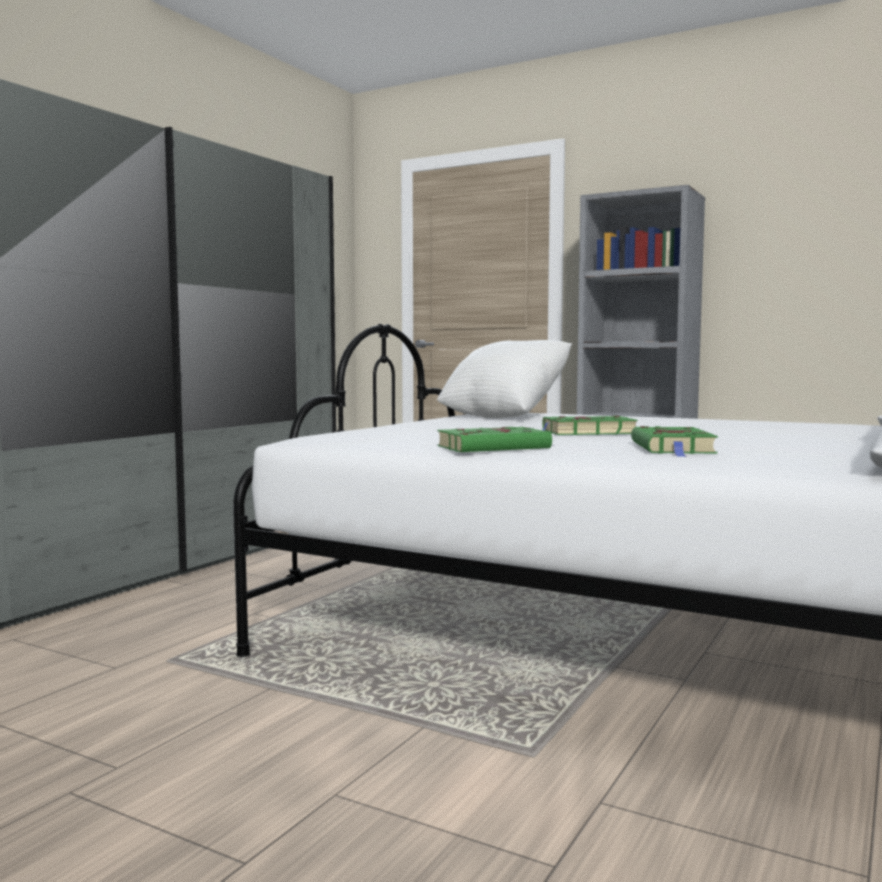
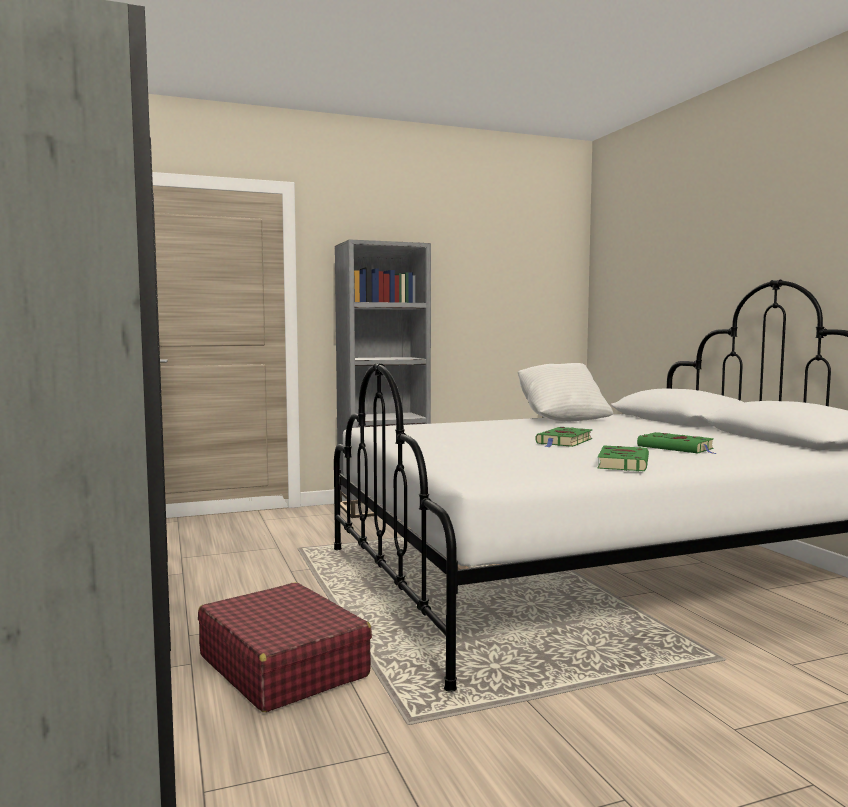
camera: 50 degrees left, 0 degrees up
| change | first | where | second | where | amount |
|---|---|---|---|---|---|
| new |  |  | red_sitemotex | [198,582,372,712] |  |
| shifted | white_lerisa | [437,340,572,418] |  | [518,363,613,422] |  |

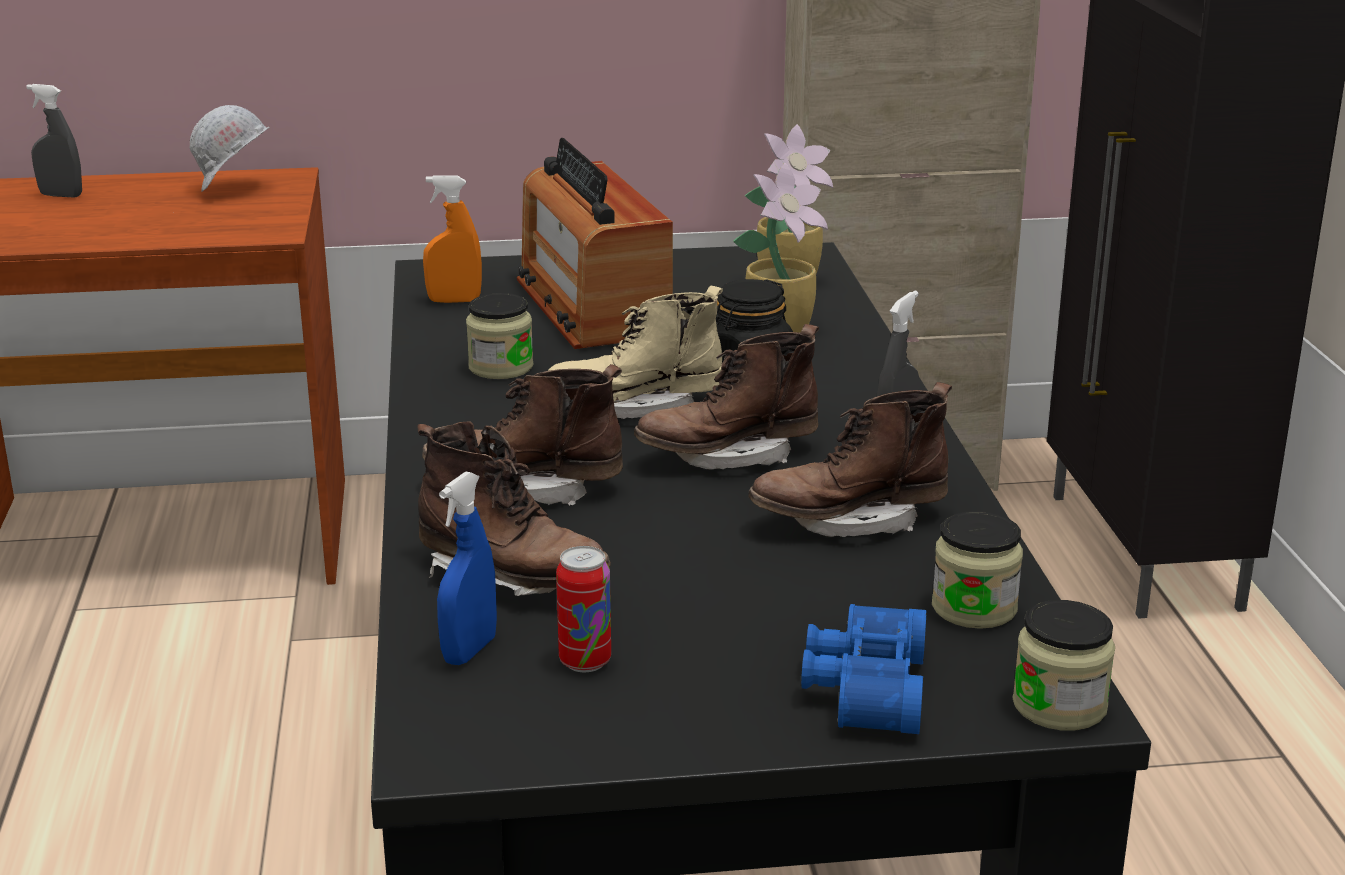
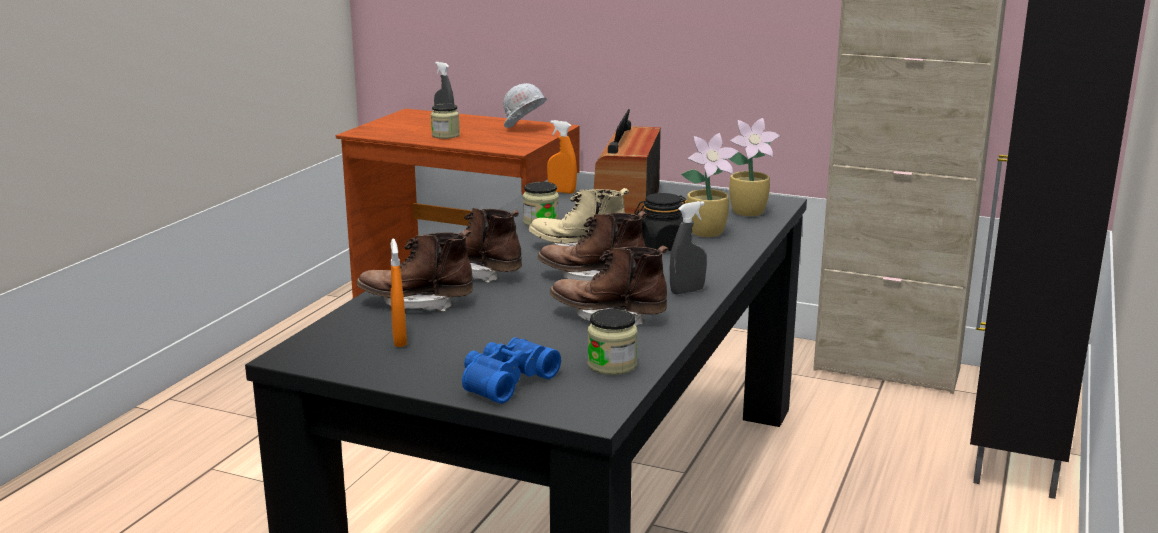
camera: 30 degrees right, 5 degrees down
| change | first | where | second | where | amount |
|---|---|---|---|---|---|
| gone | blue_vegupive | [437,471,497,665] |  |  |  |
| shifted | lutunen | [1012,600,1115,731] |  | [431,103,460,139] |  |
| swapped | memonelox | [556,546,611,672] | orange_vegupive | [391,239,407,347] |  |
| rotated | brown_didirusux | [417,422,611,596] |  | [357,229,473,311] | 120 degrees clockwise |

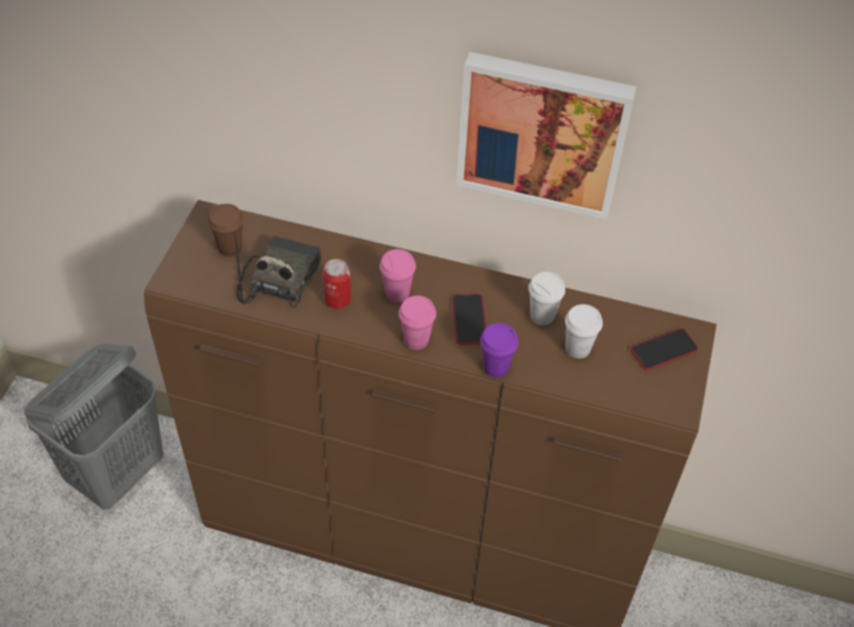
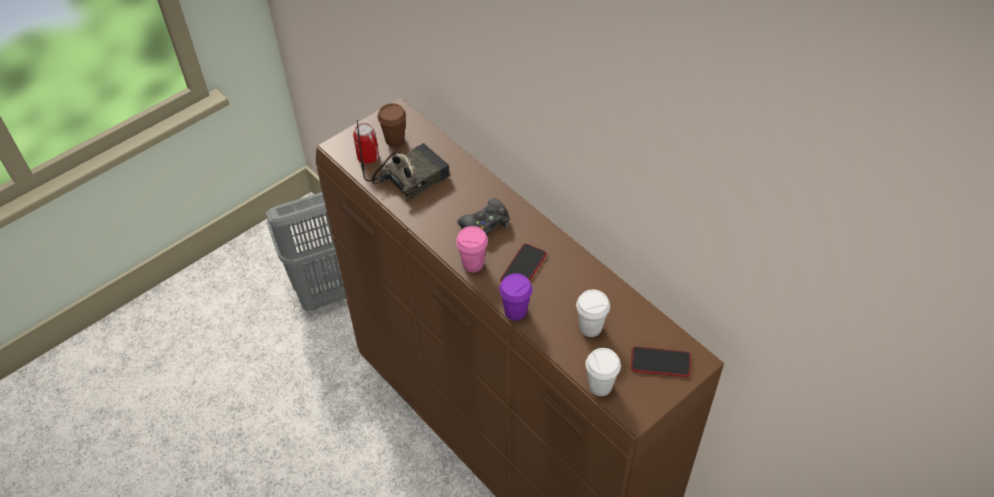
camera: 35 degrees right, 0 degrees up
| change | first | where | second | where | amount |
|---|---|---|---|---|---|
| gone | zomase | [456,52,637,219] |  |  |  |
| shifted | memonelox | [322,259,352,309] |  | [353,123,379,164] |  |
| shifted | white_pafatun | [529,272,565,325] |  | [586,348,621,396] |  |
| swapped | pink_pafatun | [380,249,416,303] | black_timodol | [457,198,509,238] |  |

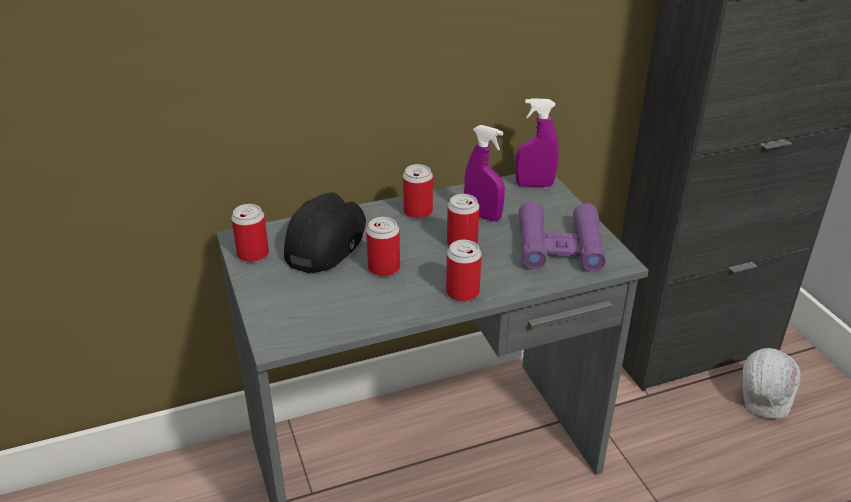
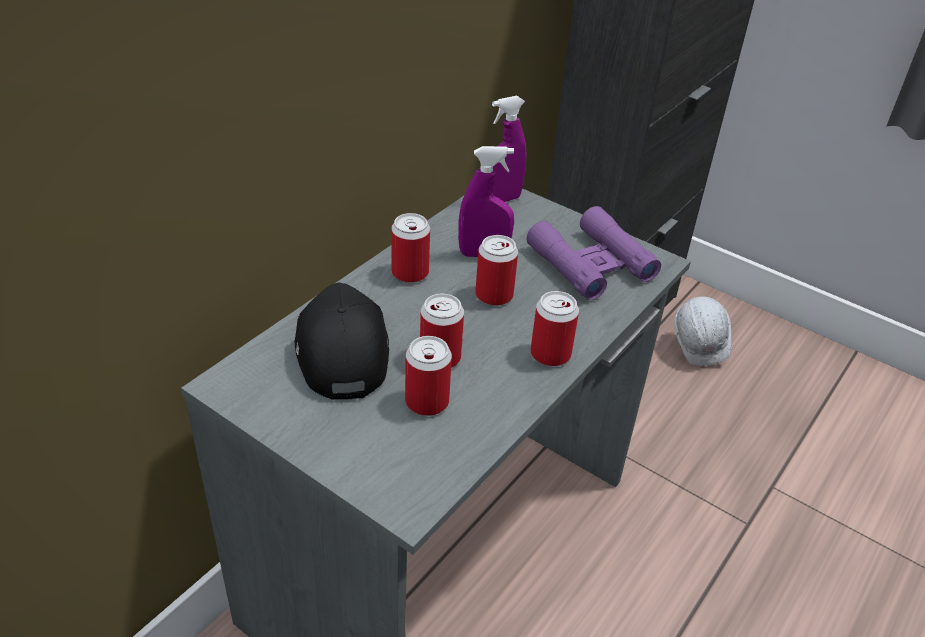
camera: 35 degrees left, 5 degrees up
| change | first | where | second | where | amount |
|---|---|---|---|---|---|
| shifted | memonelox | [231,204,269,262] |  | [405,336,452,416] |  |

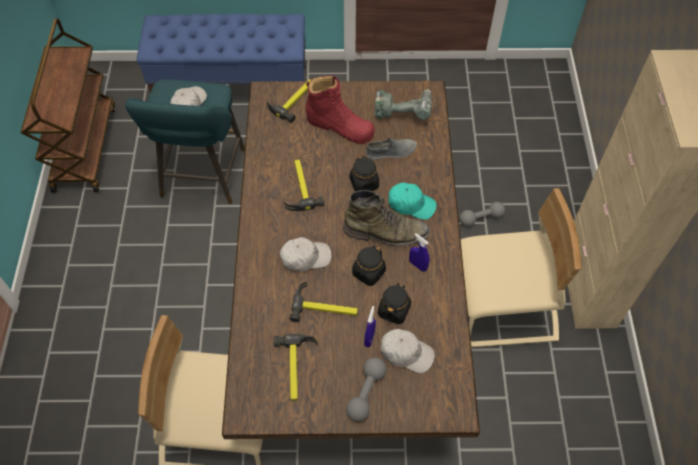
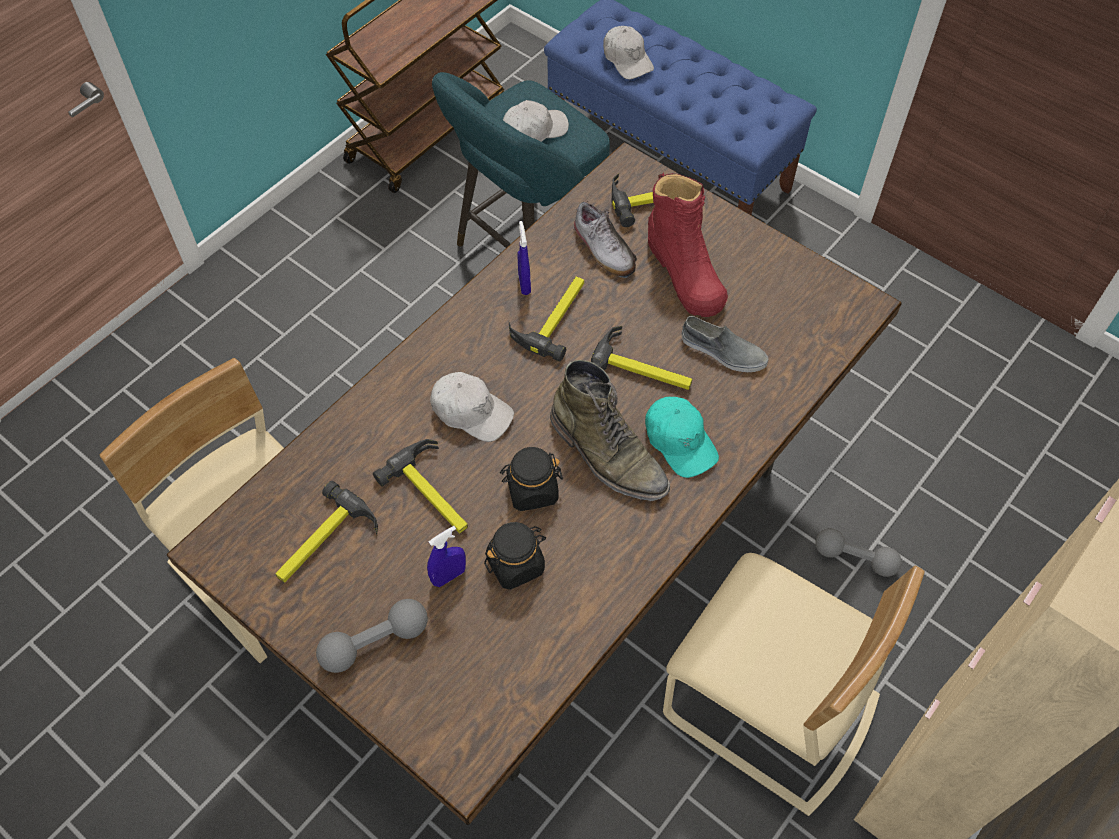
camera: 40 degrees right, 0 degrees up
| change | first | where | second | where | amount |
|---|---|---|---|---|---|
| gone | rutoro | [375,88,432,120] |  |  |  |
| new |  |  | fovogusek | [574,201,637,278] |  |
| shifted | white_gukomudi | [380,329,435,373] |  | [603,26,654,79] |  |
| shifted | blue_vegupive | [409,233,429,272] |  | [518,221,531,295] |  |
| swapped | black_lutunen | [350,156,379,192] | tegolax | [591,326,692,390] |  |

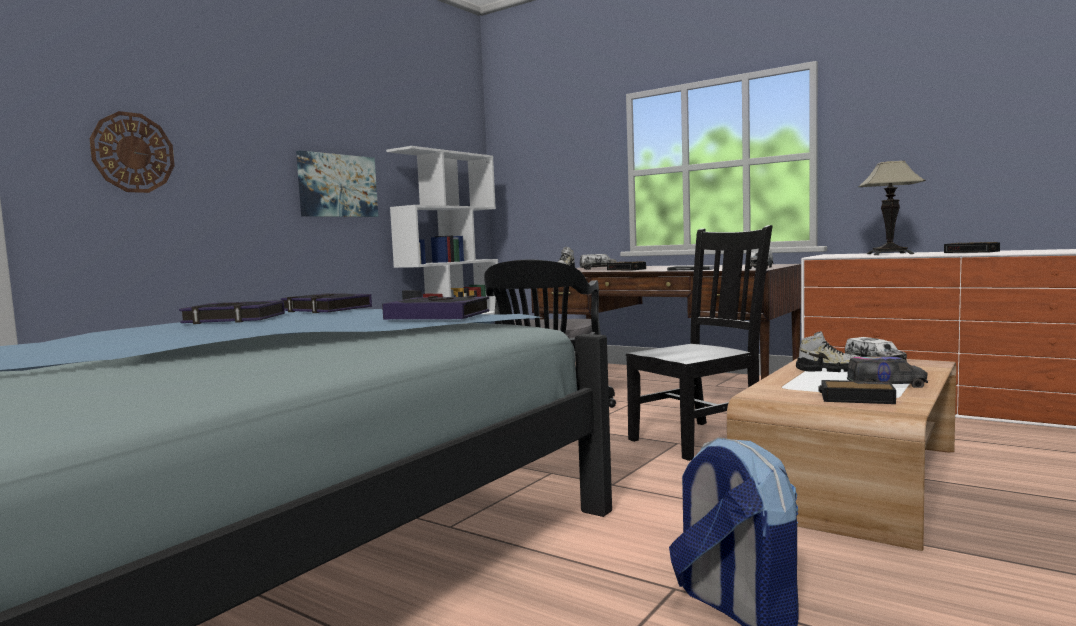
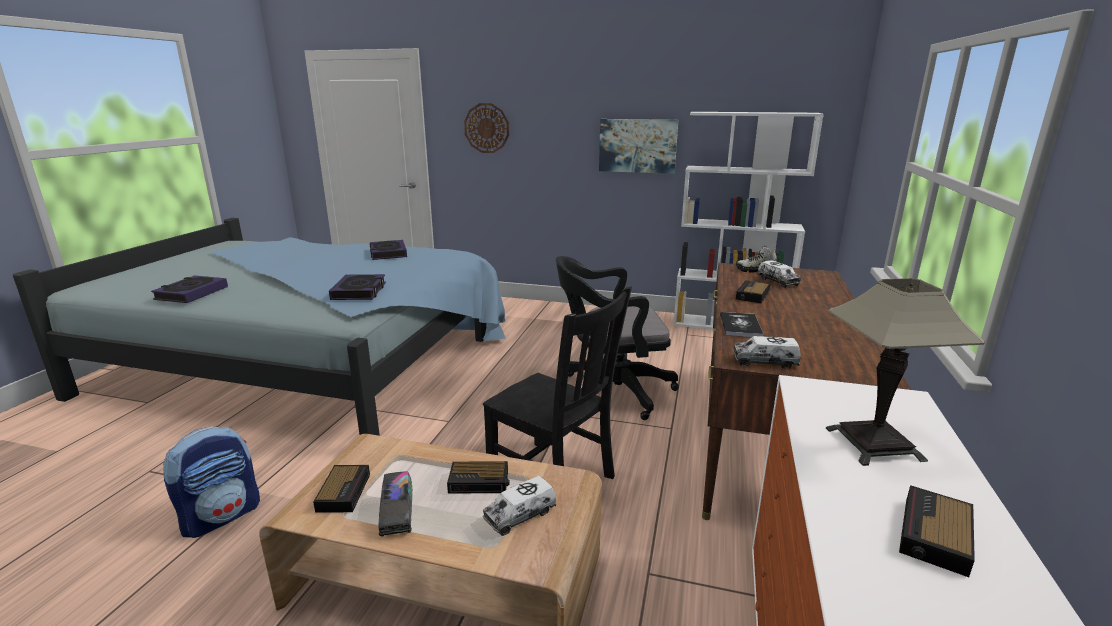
camera: 70 degrees right, 15 degrees up
| change | first | where | second | where | amount |
|---|---|---|---|---|---|
| shifted | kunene | [281,293,372,313] |  | [151,275,228,303] |  |
| swapped | fovogusek | [796,331,862,372] | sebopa | [447,461,509,494] |  |

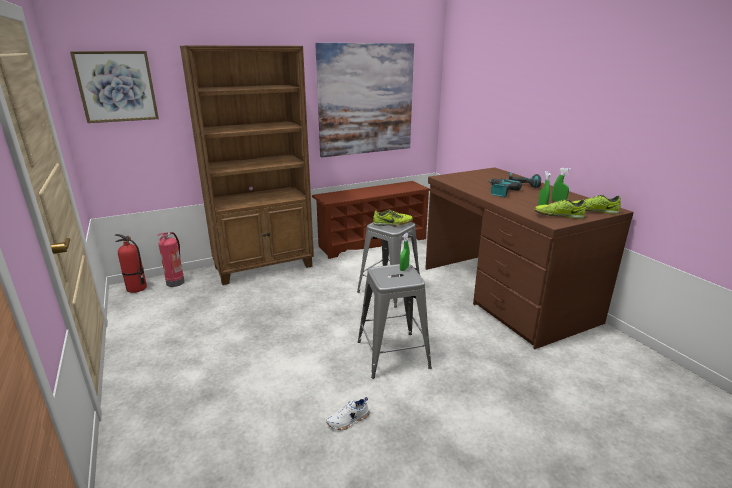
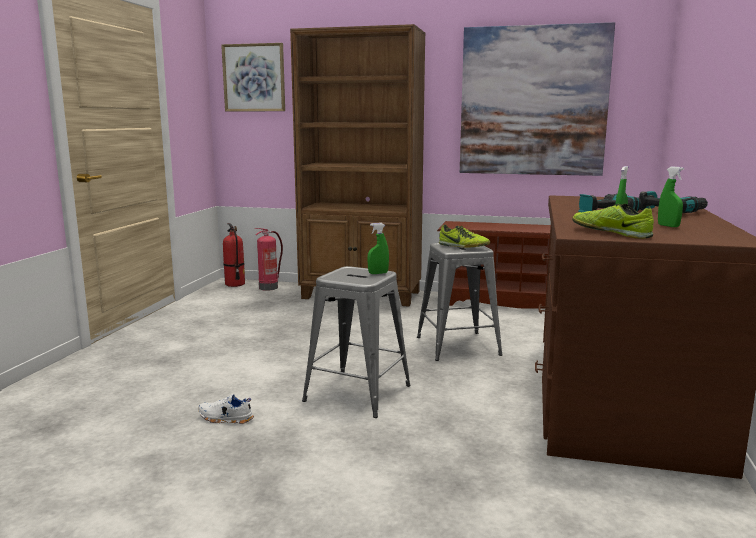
camera: 40 degrees right, 10 degrees down
| change | first | where | second | where | amount |
|---|---|---|---|---|---|
| gone | fovogusek | [573,195,621,215] |  |  |  |

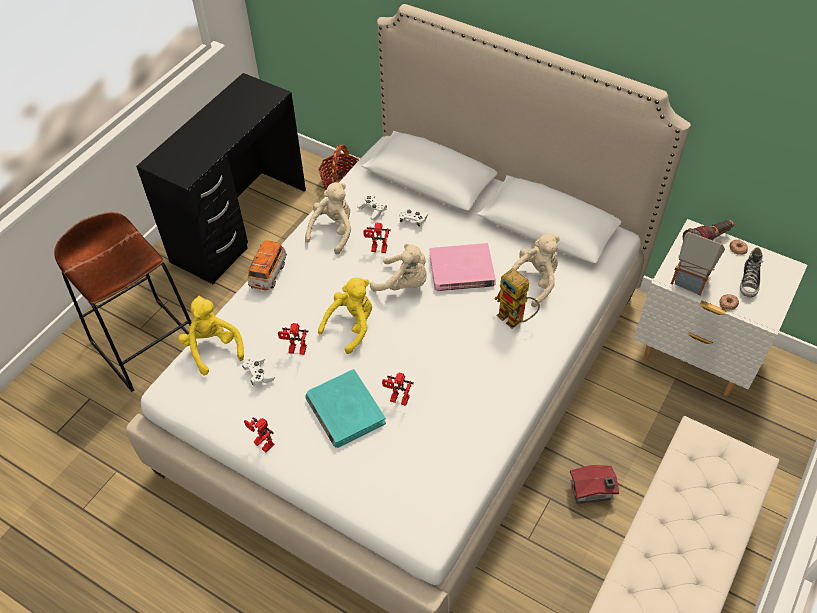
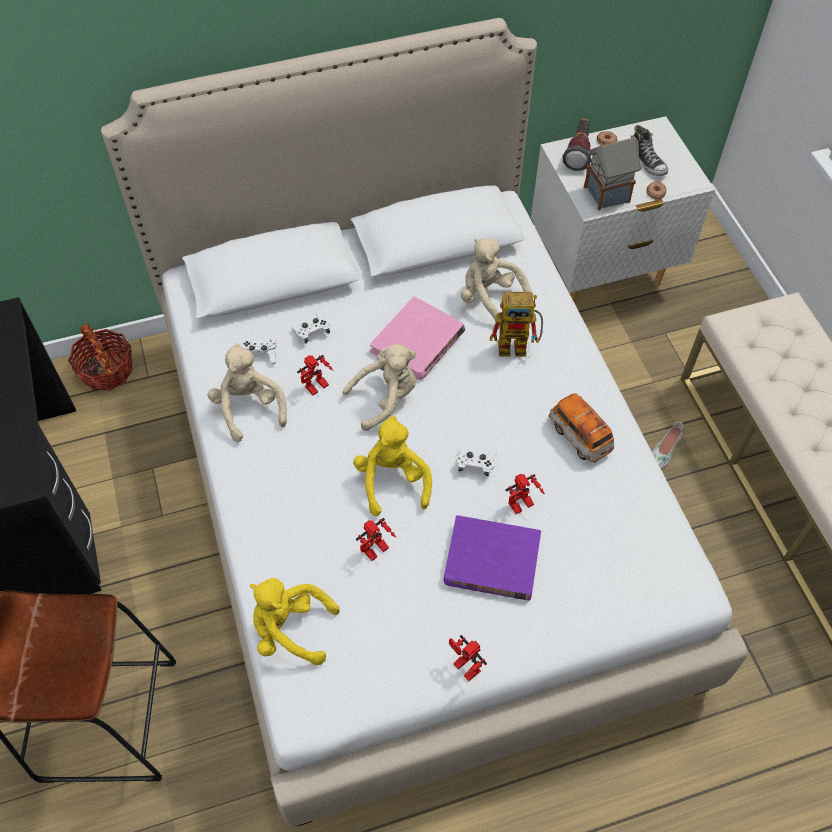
camera: 50 degrees left, 5 degrees up
| change | first | where | second | where | amount |
|---|---|---|---|---|---|
| shifted | white_timodol | [242,357,275,386] |  | [456,446,496,477] |  |
| shifted | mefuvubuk | [248,240,287,290] |  | [548,393,614,463] |  |
| swapped | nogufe | [570,465,619,504] | white_fovogusek | [652,422,684,469] |  |
| repainted | turquoise_kunene | [305,369,386,448] | purple_kunene | [444,515,541,601] |  |
| rotated | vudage | [244,417,274,452] |  | [449,635,487,681] | 60 degrees clockwise |
| rotated | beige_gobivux | [512,234,560,307] |  | [461,238,533,326] | 45 degrees counterclockwise |

